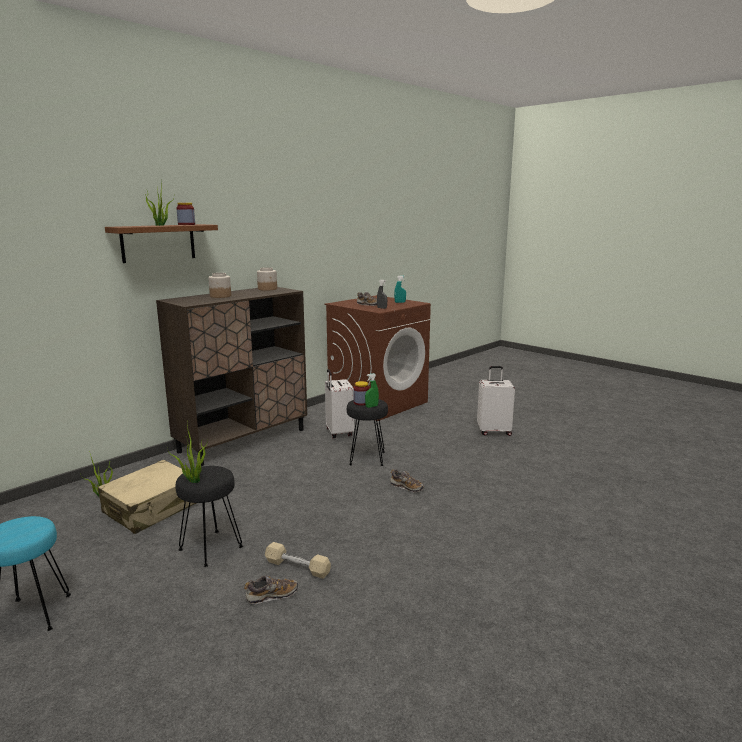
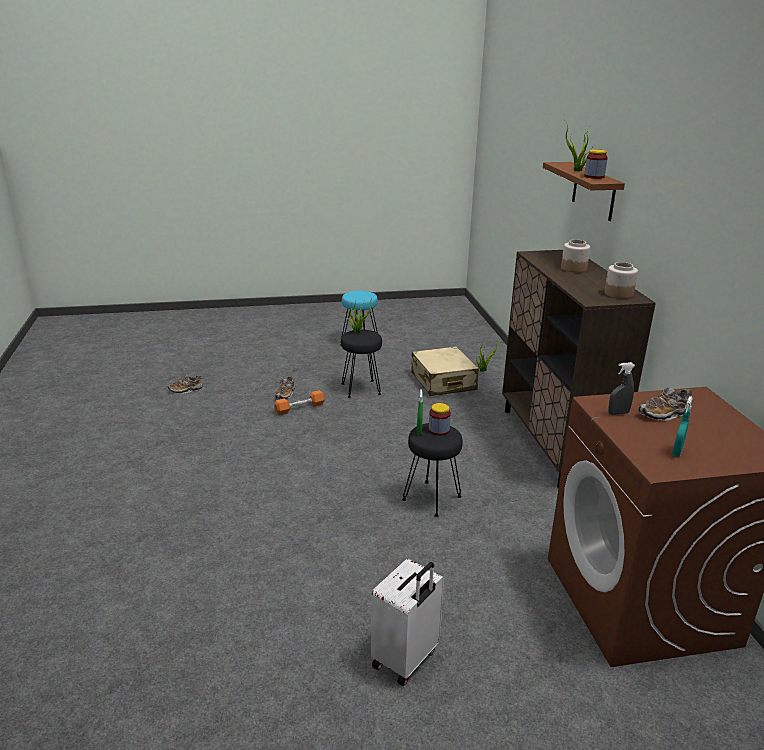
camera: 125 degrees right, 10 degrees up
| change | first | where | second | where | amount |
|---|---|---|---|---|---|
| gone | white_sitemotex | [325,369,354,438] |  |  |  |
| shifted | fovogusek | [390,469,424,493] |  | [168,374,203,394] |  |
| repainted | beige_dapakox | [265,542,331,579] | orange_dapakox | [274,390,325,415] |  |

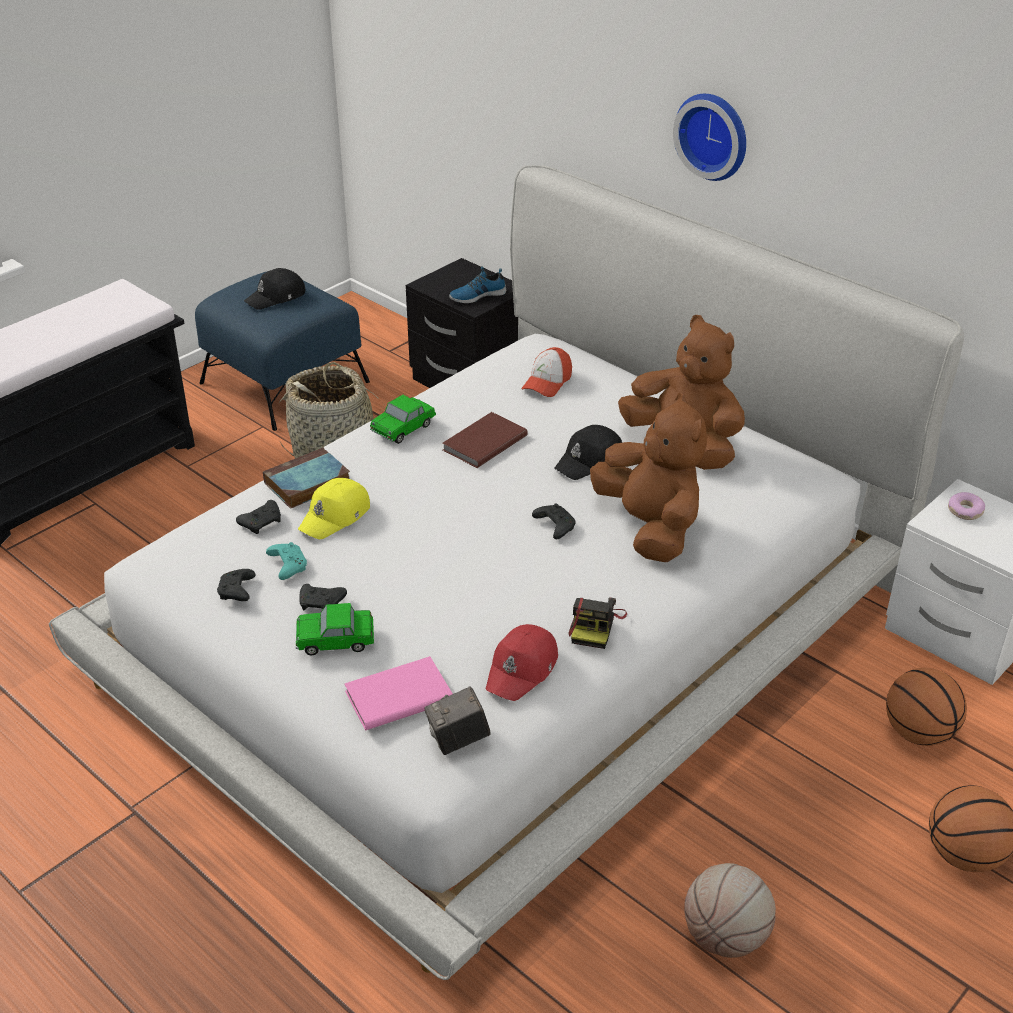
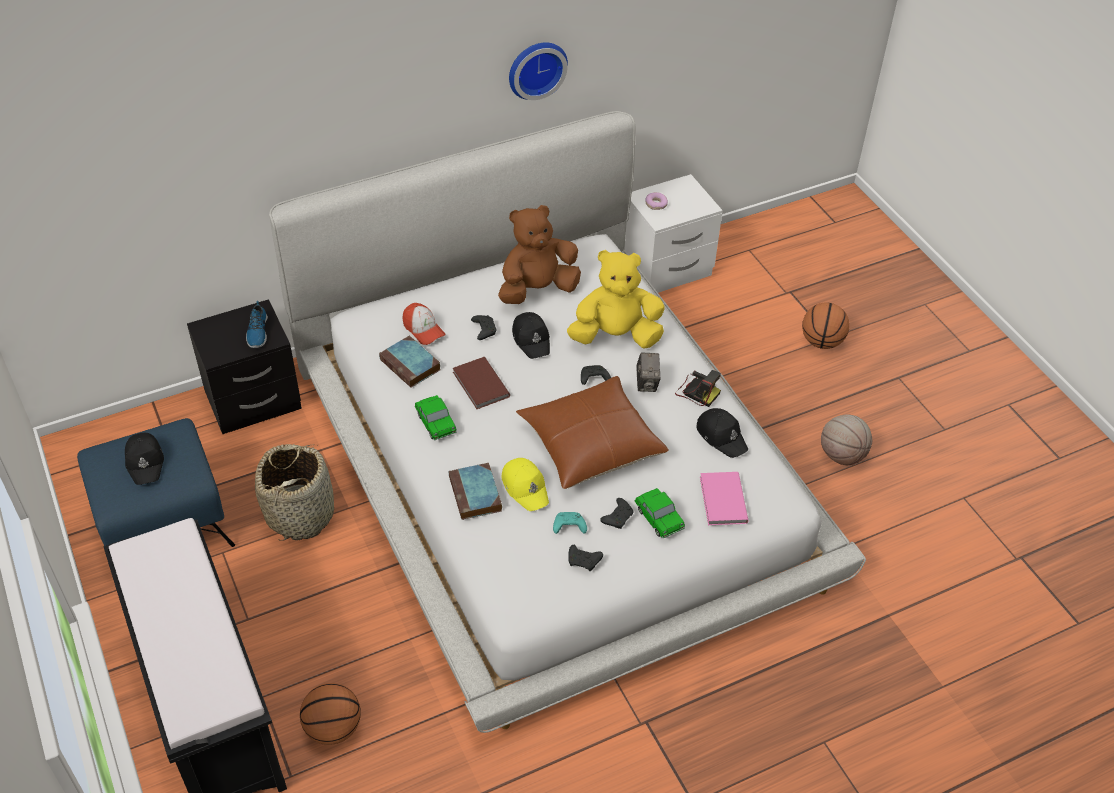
camera: 70 degrees left, 10 degrees up
| change | first | where | second | where | amount |
|---|---|---|---|---|---|
| new |  |  | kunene | [379,336,440,388] |  |
| new |  |  | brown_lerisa | [516,376,669,489] |  |
| shifted | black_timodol | [236,500,281,534] |  | [471,315,496,340] |  |
| shifted | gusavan | [425,687,491,755] |  | [636,353,661,392] |  |
| shifted | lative | [673,94,746,181] |  | [509,42,568,100] |  |
| shifted | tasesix | [886,668,967,746] |  | [300,683,361,745] |  |
| repainted | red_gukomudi | [486,624,558,701] | black_gukomudi | [697,408,748,458] |  |
| repainted | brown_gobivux | [590,393,707,562] | yellow_gobivux | [567,250,665,349] |  |
| rotated | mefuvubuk | [296,603,374,655] |  | [635,488,685,538] | 45 degrees counterclockwise |

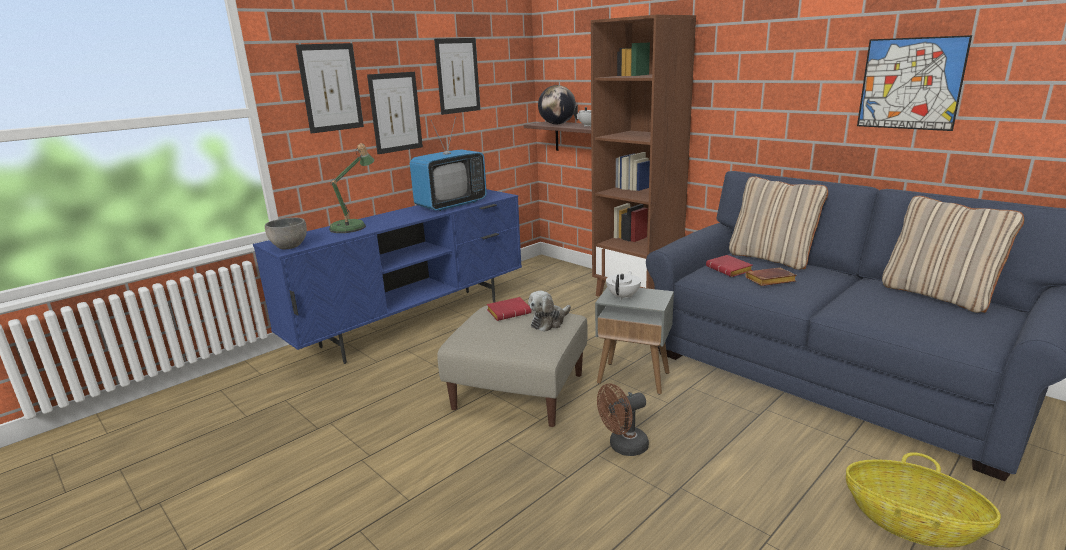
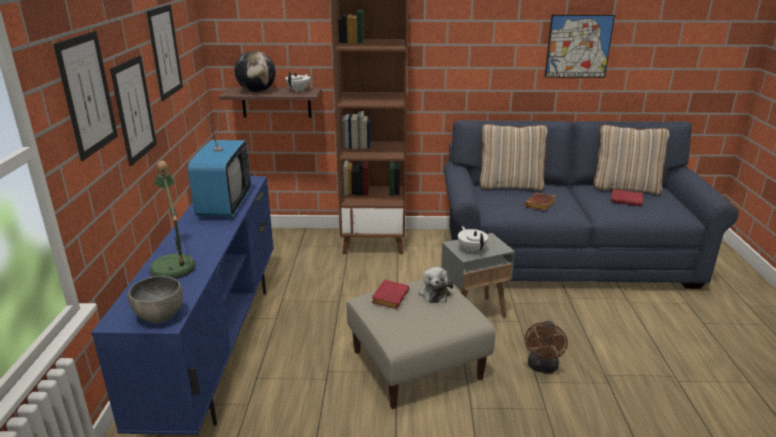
camera: 45 degrees left, 5 degrees up
| change | first | where | second | where | amount |
|---|---|---|---|---|---|
| gone | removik | [846,452,1001,547] |  |  |  |
| shifted | red_kunene | [706,255,753,277] |  | [611,189,643,206] |  |

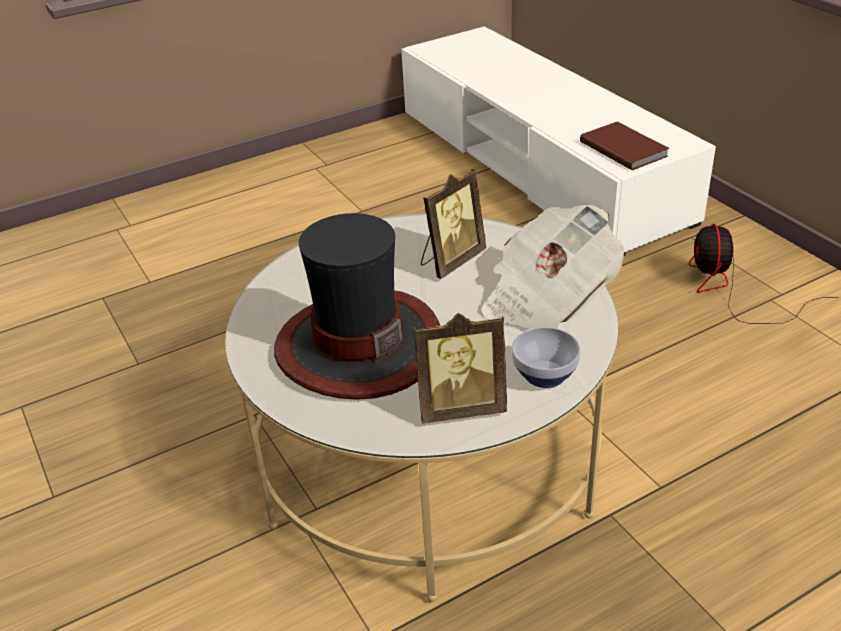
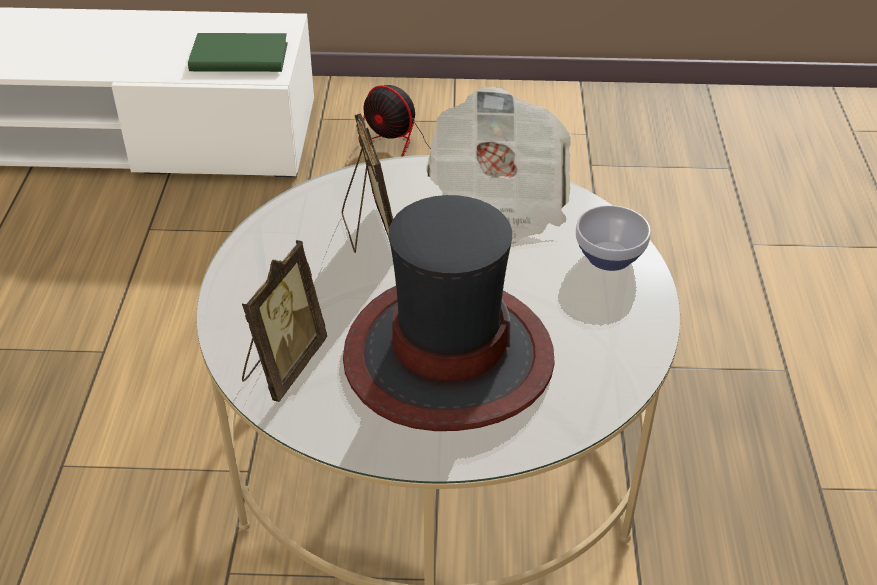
camera: 60 degrees left, 5 degrees up
| change | first | where | second | where | amount |
|---|---|---|---|---|---|
| shifted | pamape | [414,313,507,423] |  | [242,240,327,402] |  |
| repainted | brown_kunene | [580,122,670,171] | green_kunene | [188,33,288,72] |  |

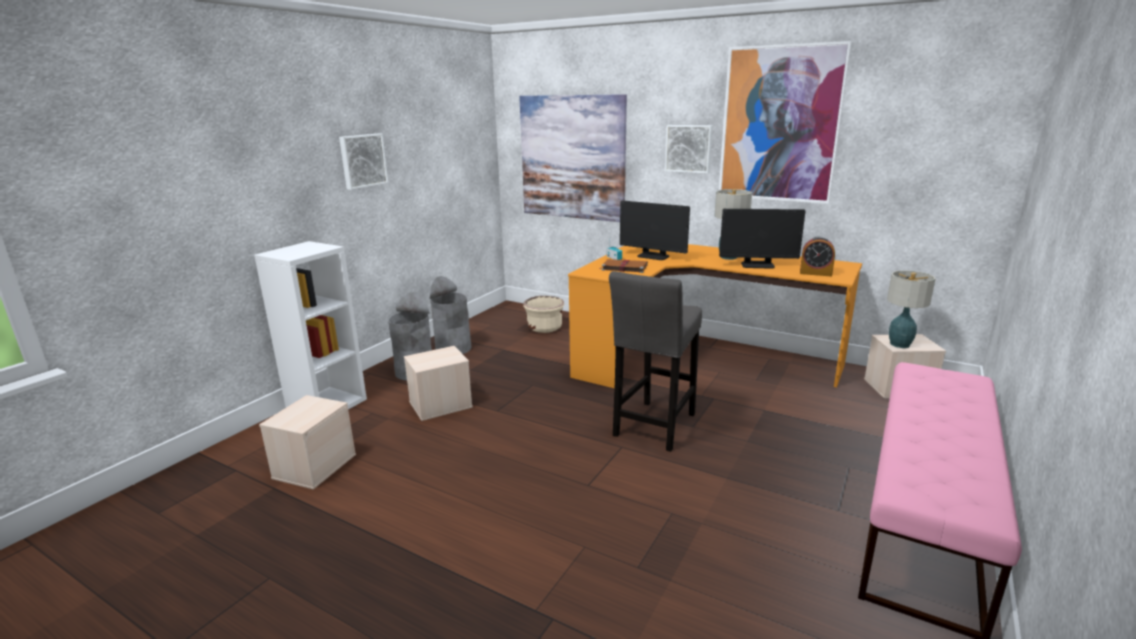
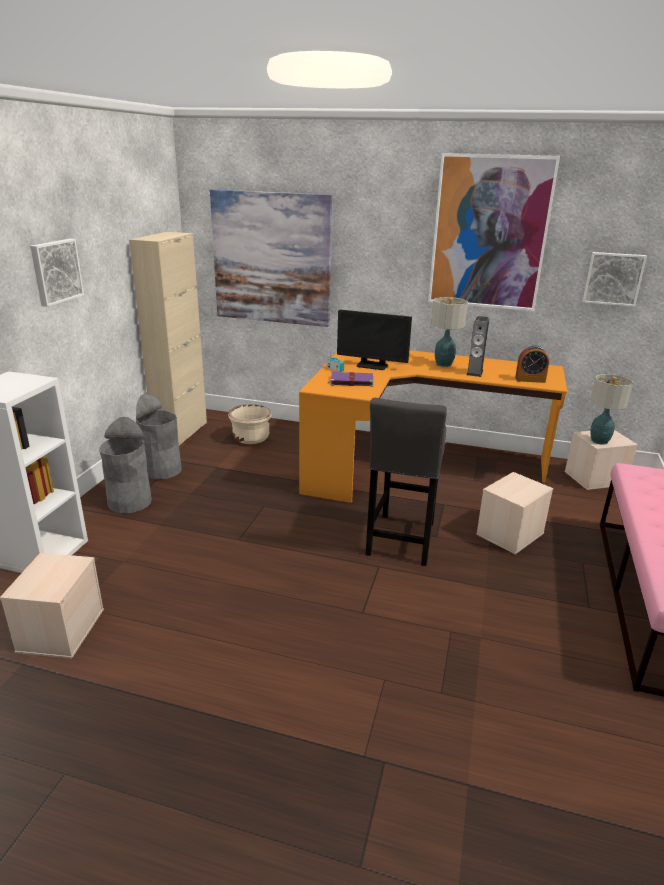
camera: 15 degrees left, 5 degrees up
| change | first | where | second | where | amount |
|---|---|---|---|---|---|
| new |  |  | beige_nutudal | [129,232,207,446] |  |
| shifted | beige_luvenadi | [404,346,473,421] |  | [476,472,553,554] |  |
| shifted | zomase | [665,125,712,173] |  | [583,252,647,307] |  |
| swapped | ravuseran | [719,209,805,269] | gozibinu | [466,316,489,377] |  |
| repainted | brown_kunene | [599,259,648,273] | purple_kunene | [327,372,374,387] |  |

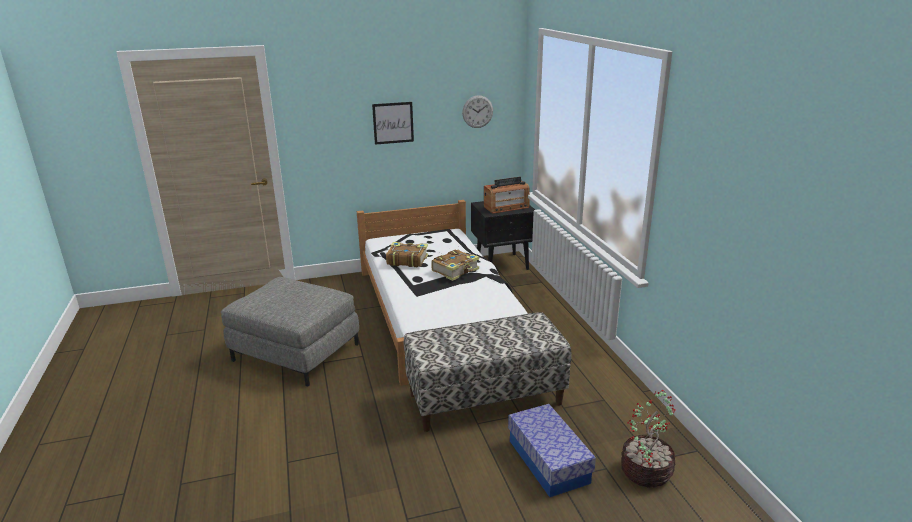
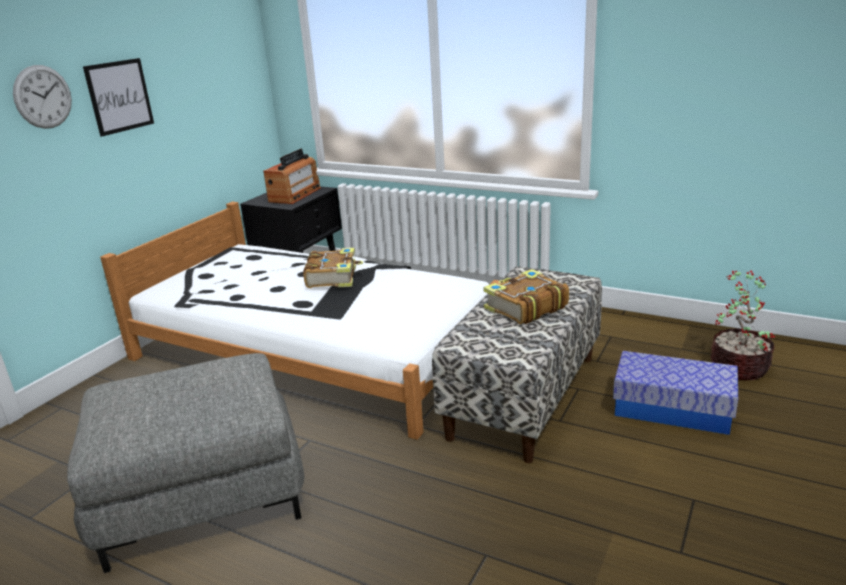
camera: 45 degrees left, 0 degrees up
| change | first | where | second | where | amount |
|---|---|---|---|---|---|
| shifted | kunene | [386,242,428,267] |  | [483,269,569,324] |  |
| shifted | lative | [462,95,493,128] |  | [13,65,72,129] |  |

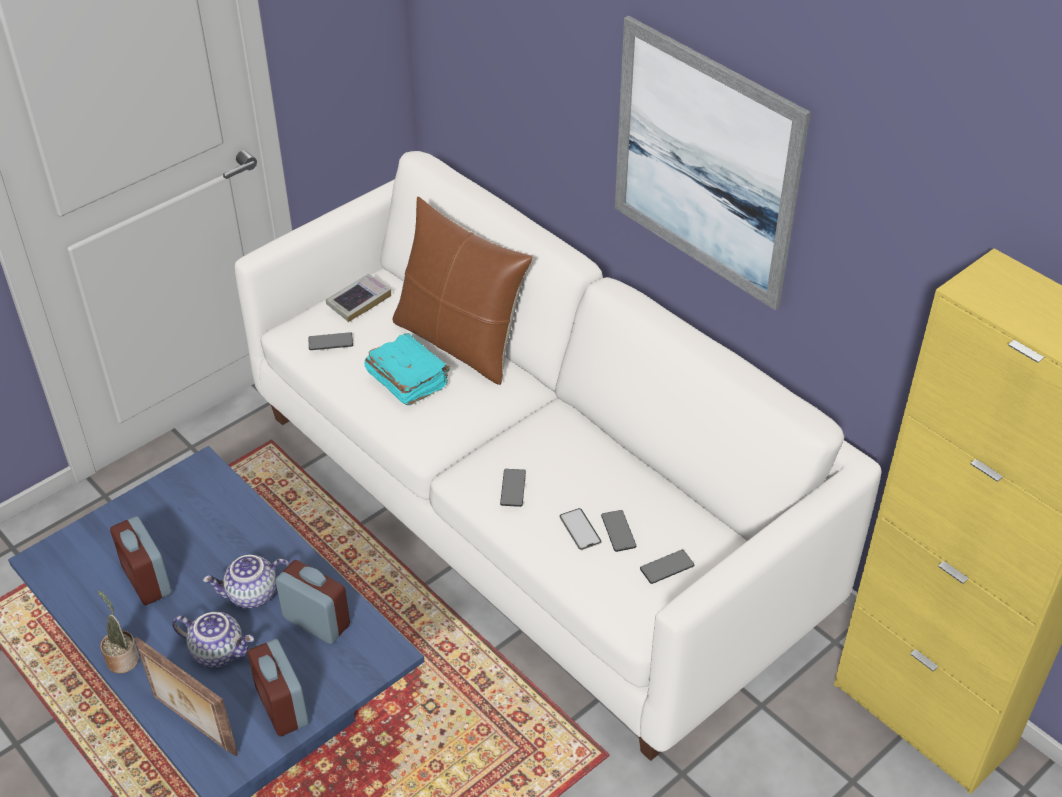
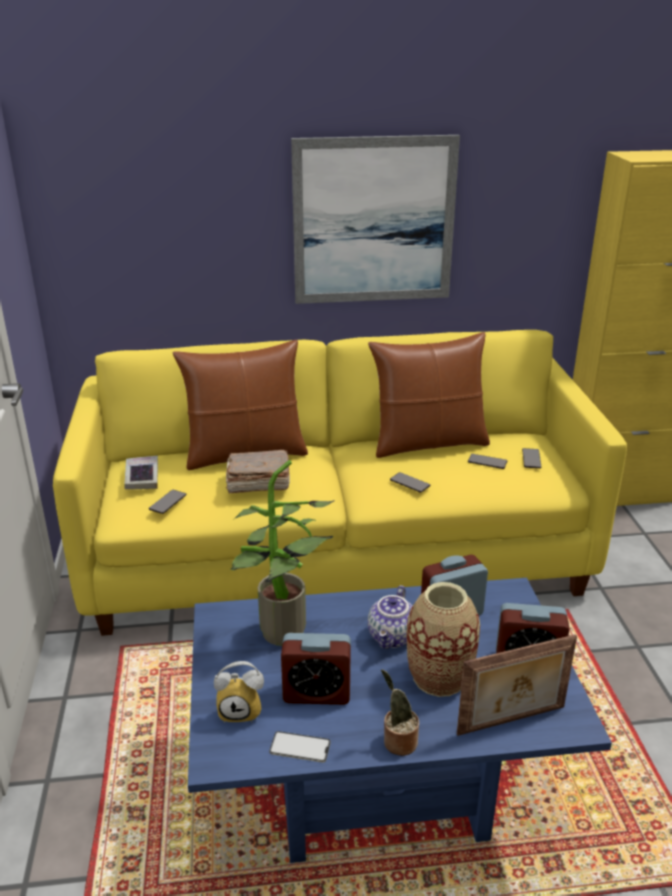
camera: 55 degrees left, 15 degrees down
| change | first | where | second | where | amount |
|---|---|---|---|---|---|
| new |  |  | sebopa | [214,661,264,723] |  |
| new |  |  | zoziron | [230,460,335,646] |  |
| new |  |  | brown_lerisa | [368,332,490,458] |  |
| shifted | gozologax | [559,508,601,550] |  | [269,731,331,763] |  |
| swapped | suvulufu | [172,612,254,667] | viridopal | [407,582,480,697] |  |
| repainted | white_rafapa | [235,151,881,761] | yellow_rafapa | [53,330,627,636] |  |
| repainted | turquoise_kunene | [364,333,450,405] | brown_kunene | [226,450,290,493] |  |

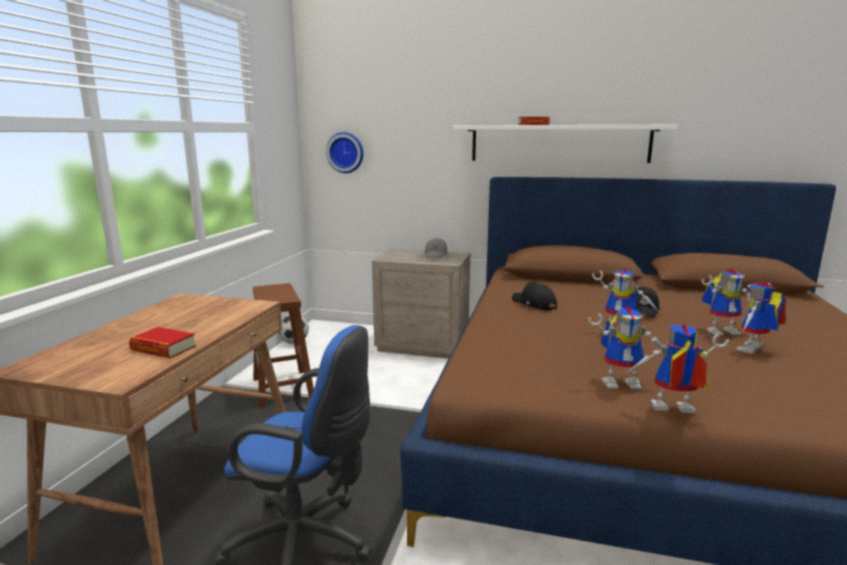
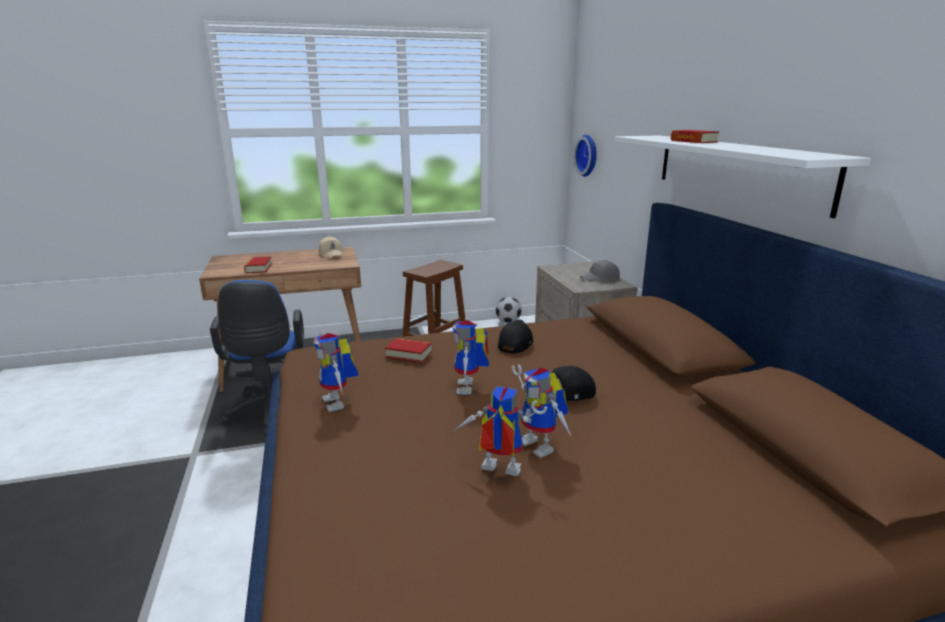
camera: 60 degrees right, 5 degrees up
| change | first | where | second | where | amount |
|---|---|---|---|---|---|
| gone | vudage | [626,325,729,413] |  |  |  |
| new |  |  | beige_gukomudi | [319,236,344,259] |  |
| new |  |  | kunene | [385,338,432,363] |  |

